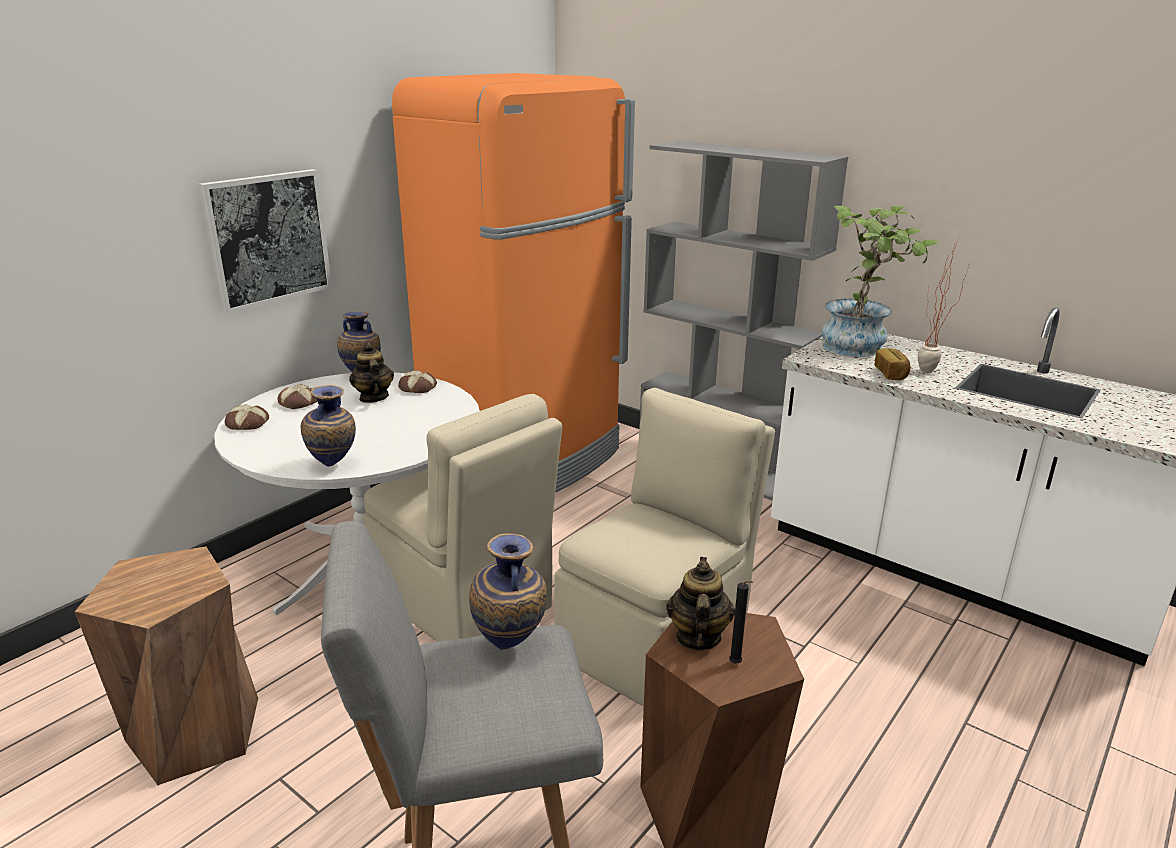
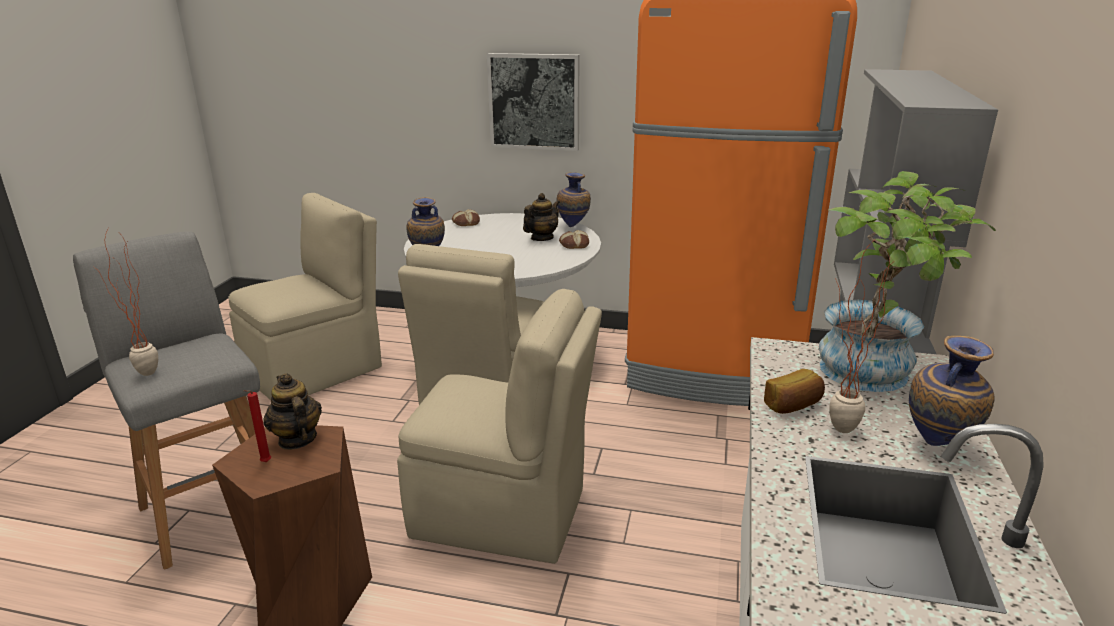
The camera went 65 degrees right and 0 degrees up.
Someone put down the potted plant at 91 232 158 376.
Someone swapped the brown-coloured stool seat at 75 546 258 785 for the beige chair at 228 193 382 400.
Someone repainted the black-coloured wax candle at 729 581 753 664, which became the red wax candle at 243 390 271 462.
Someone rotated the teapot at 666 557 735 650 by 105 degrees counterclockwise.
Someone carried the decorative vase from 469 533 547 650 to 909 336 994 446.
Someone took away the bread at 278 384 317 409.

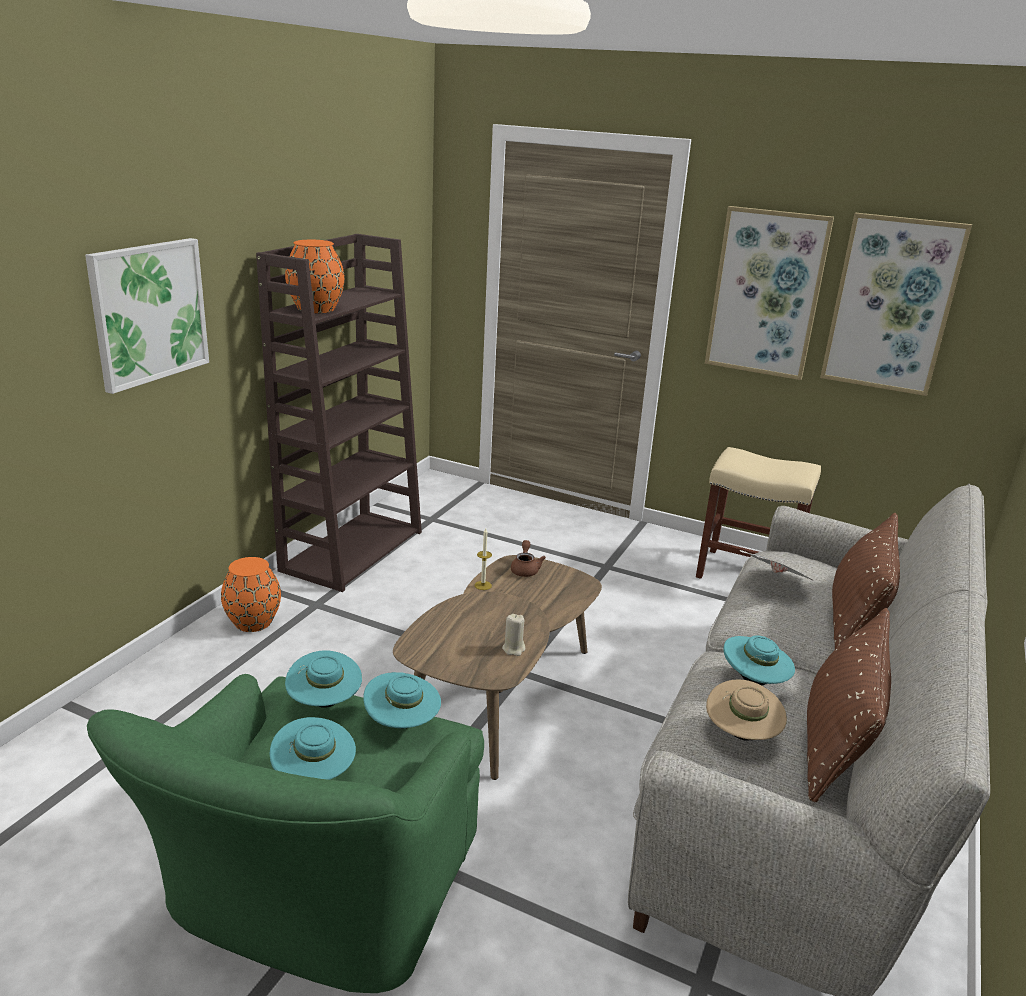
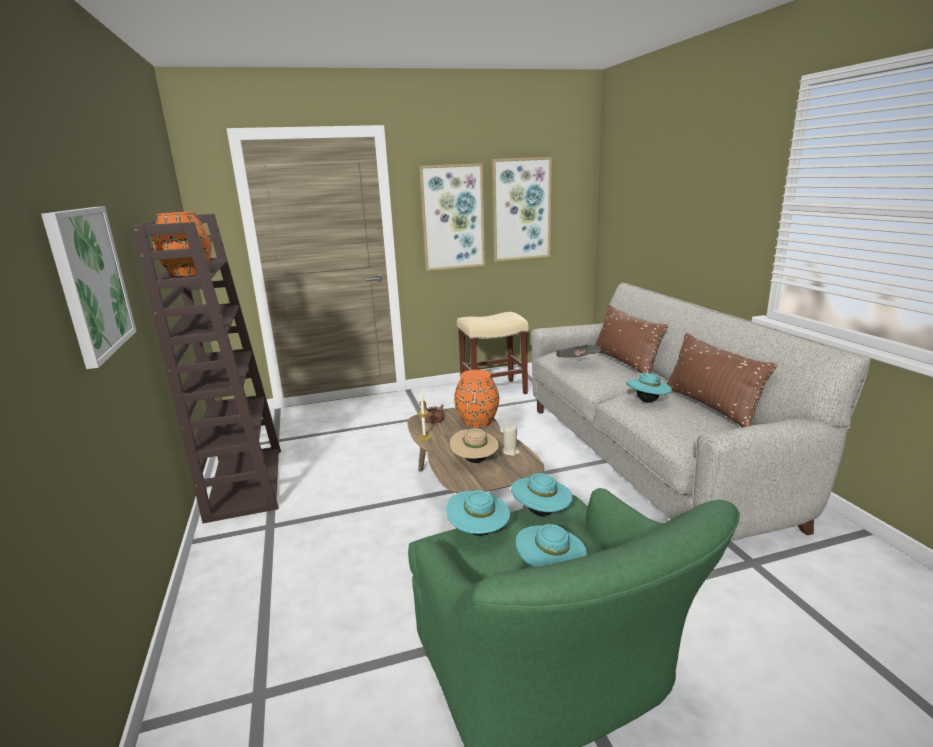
The camera went 40 degrees left and 5 degrees down.
Someone carried the beige wearable hat from 706 680 787 741 to 450 428 499 463.
Someone carried the orange-coloured decorative vase from 221 557 281 632 to 454 370 499 428.

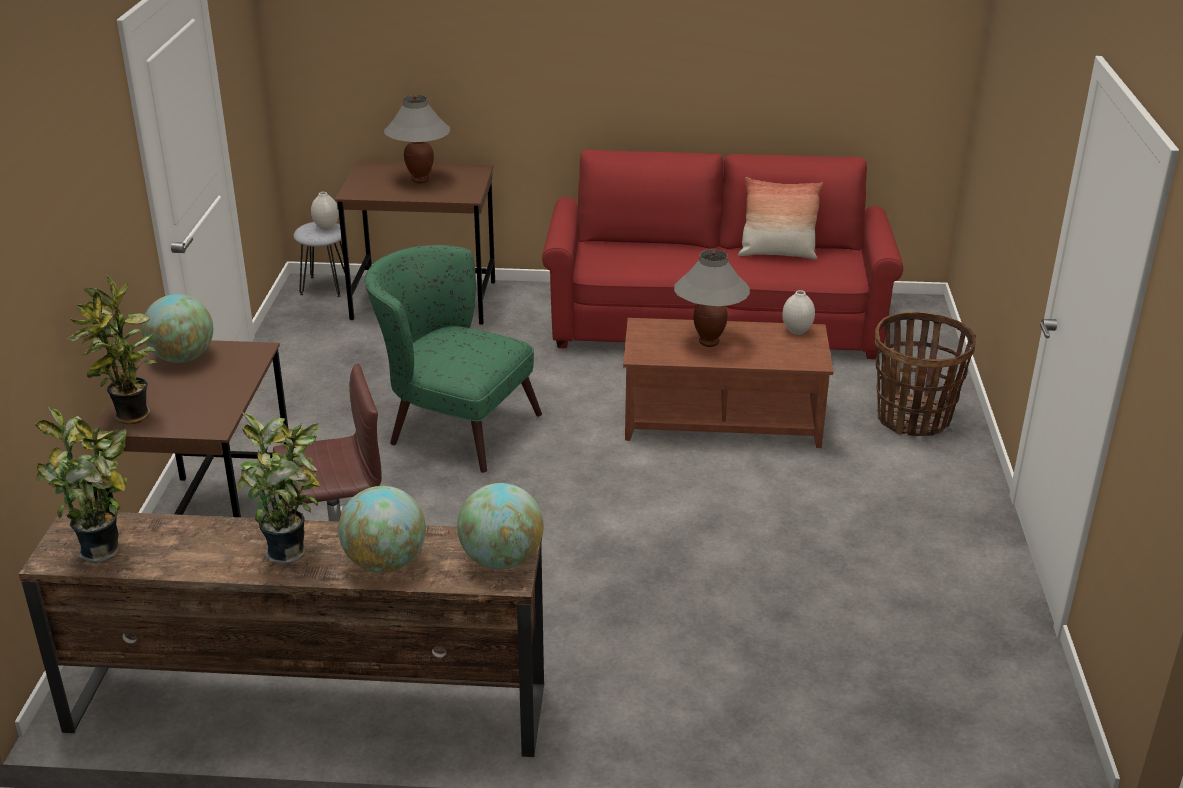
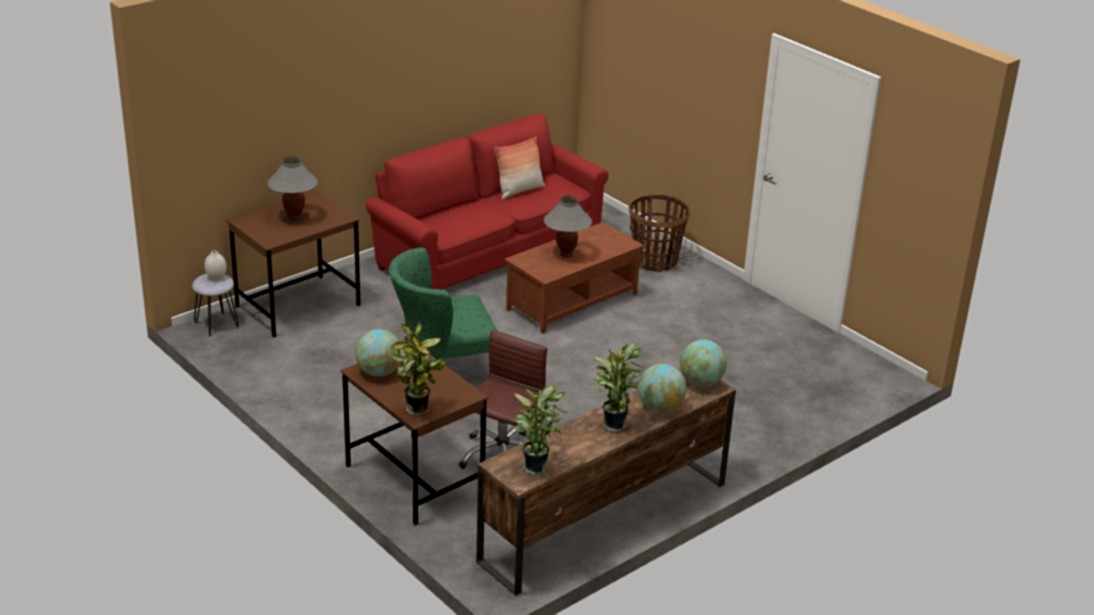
The camera went 45 degrees left and 0 degrees up.
Someone took away the white decorative vase at 782 290 815 335.

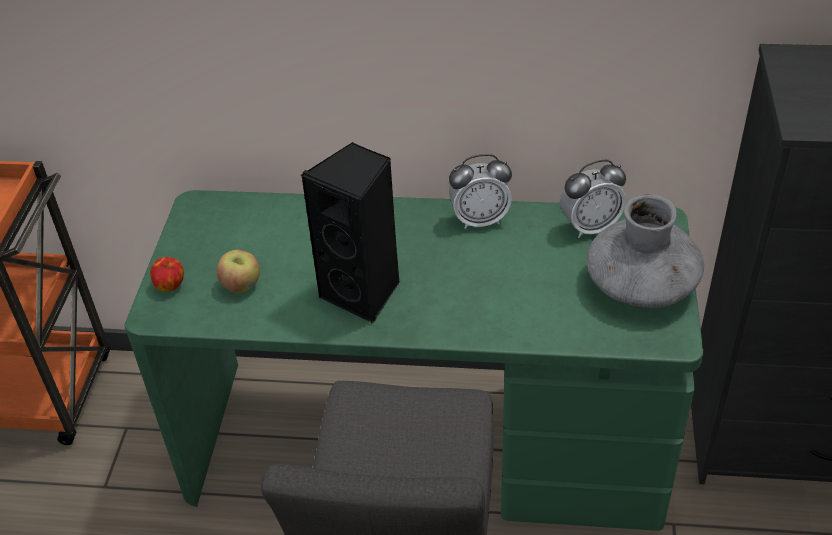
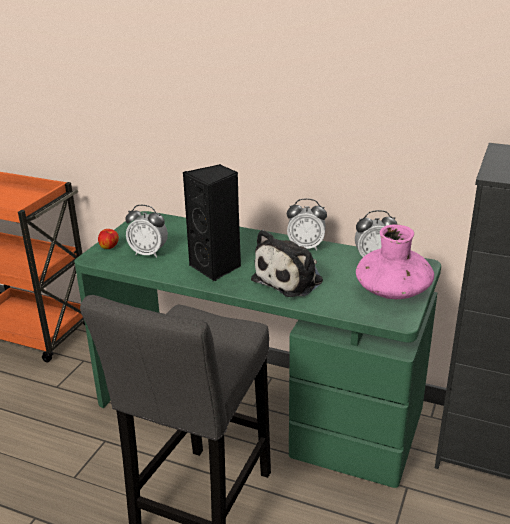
The camera went 15 degrees right and 15 degrees down.
Someone swapped the apple at 217 250 260 293 for the table clock at 125 205 168 258.
Someone put down the plush toy at 251 229 323 297.
Someone repainted the grey decorative vase at 587 194 704 308, which became the pink decorative vase at 356 224 434 299.

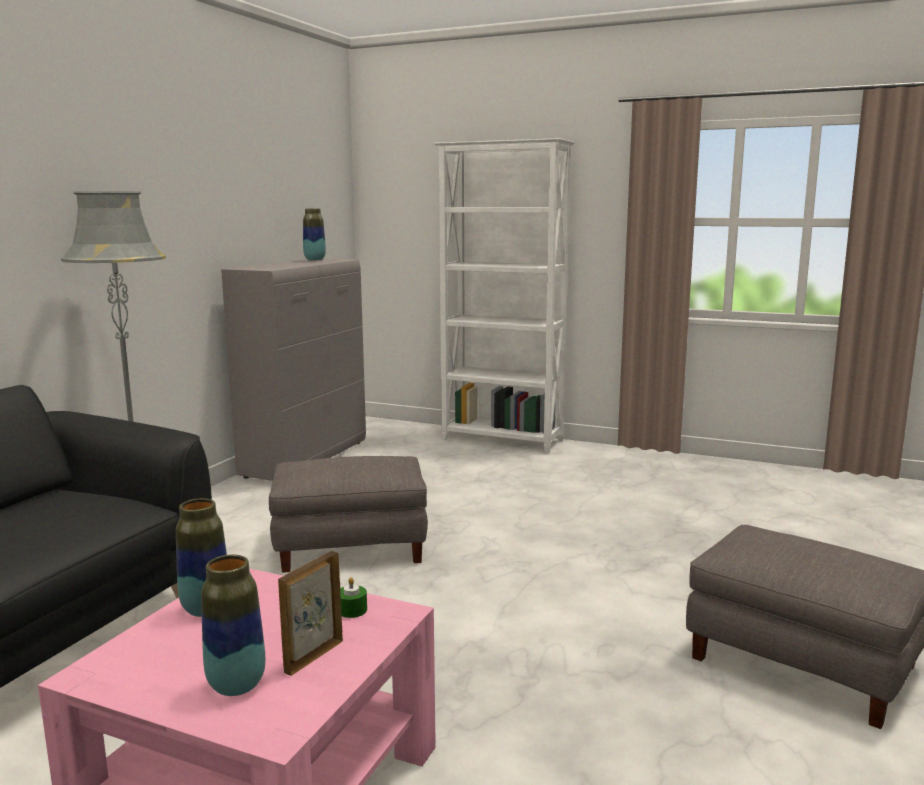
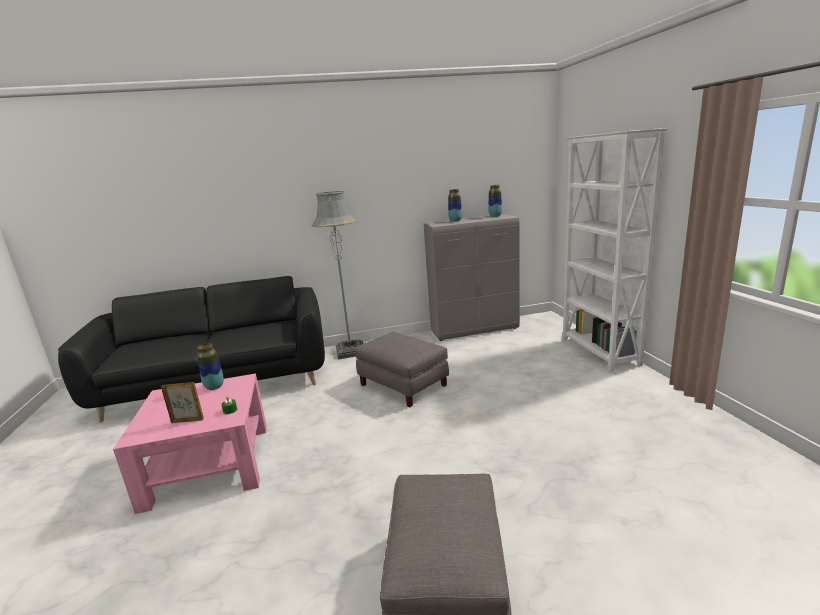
The camera went 55 degrees right and 5 degrees up.
Someone carried the decorative vase from 201 555 265 696 to 448 189 462 222.

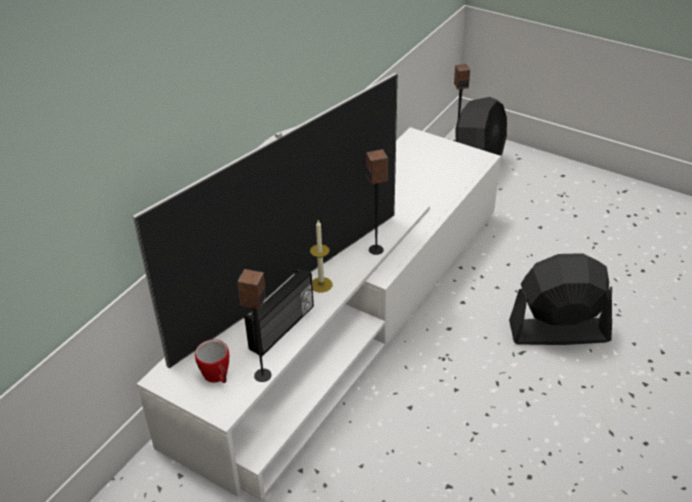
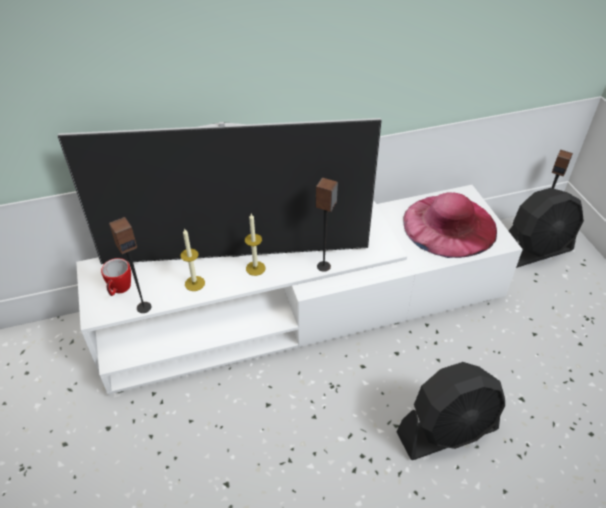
The camera went 40 degrees right and 5 degrees up.
Someone swapped the radio at 244 267 314 356 for the wax candle at 180 228 205 291.
Someone rotated the black-coloured fan at 509 253 612 345 by 120 degrees clockwise.
Someone put down the pink wearable hat at 403 192 497 258.

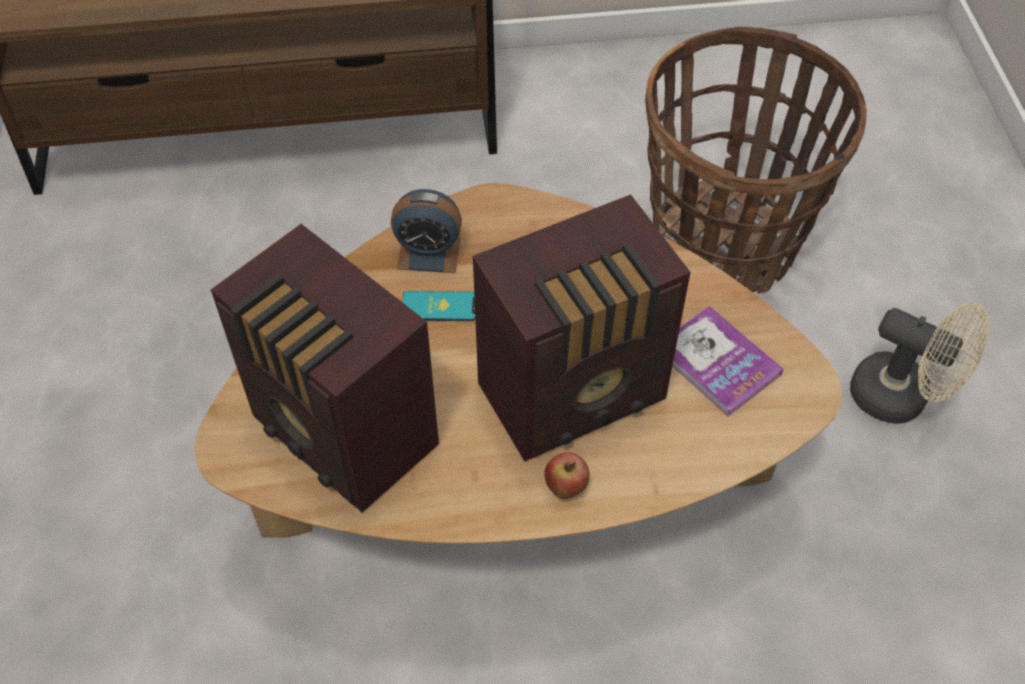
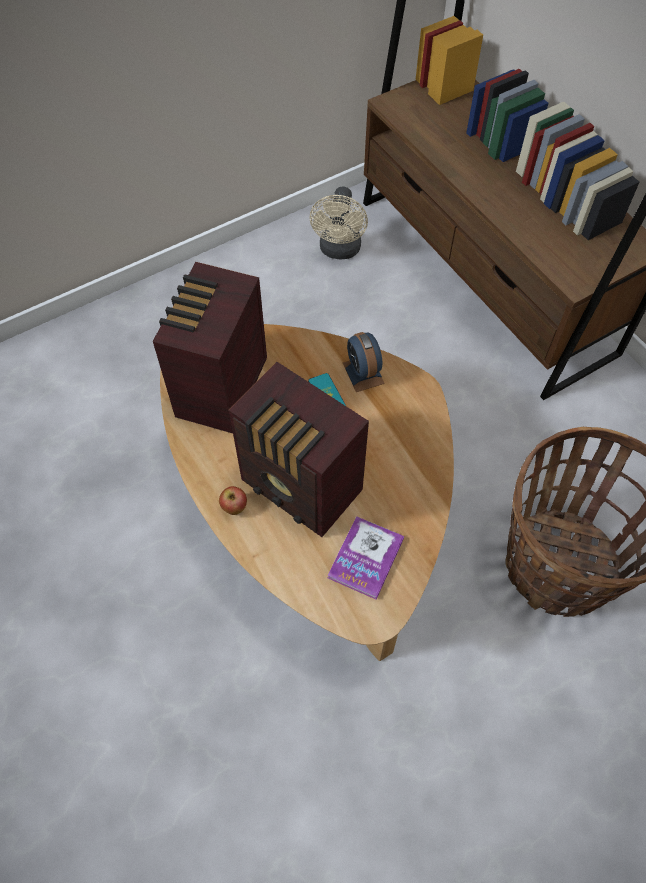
The camera went 65 degrees right and 5 degrees up.
Someone carried the beige fan from 850 302 988 424 to 310 187 368 259.

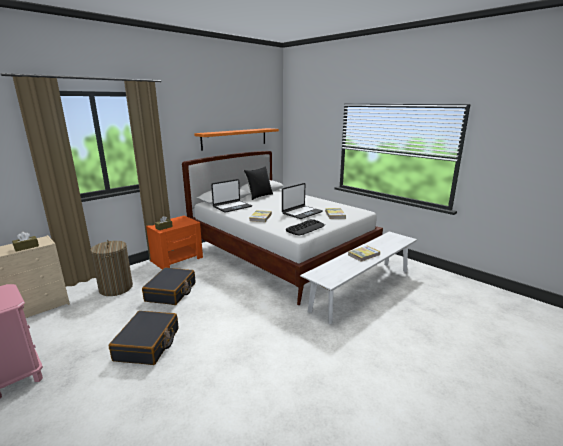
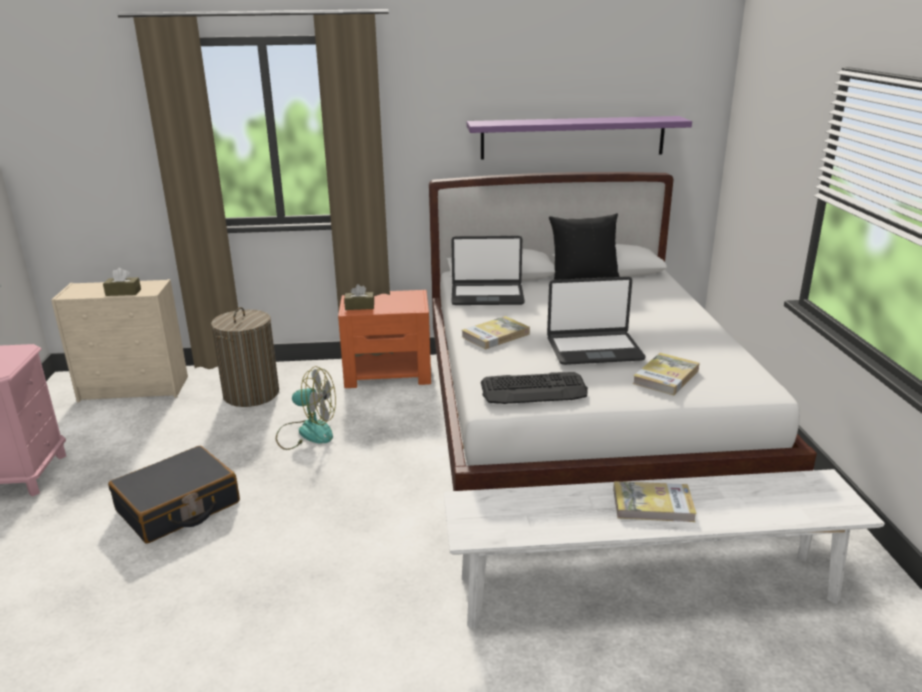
The camera went 40 degrees right and 5 degrees up.
Someone swapped the black-coloured travel case at 142 267 195 305 for the fan at 276 366 336 450.
Someone repainted the orange-coloured bracket shelf at 194 128 279 151, which became the purple-coloured bracket shelf at 467 116 692 159.

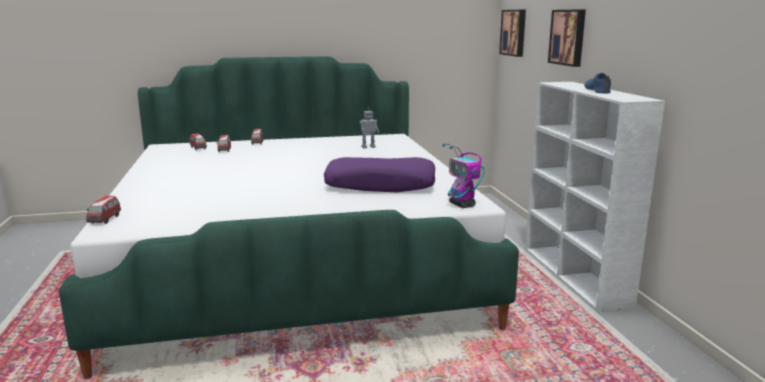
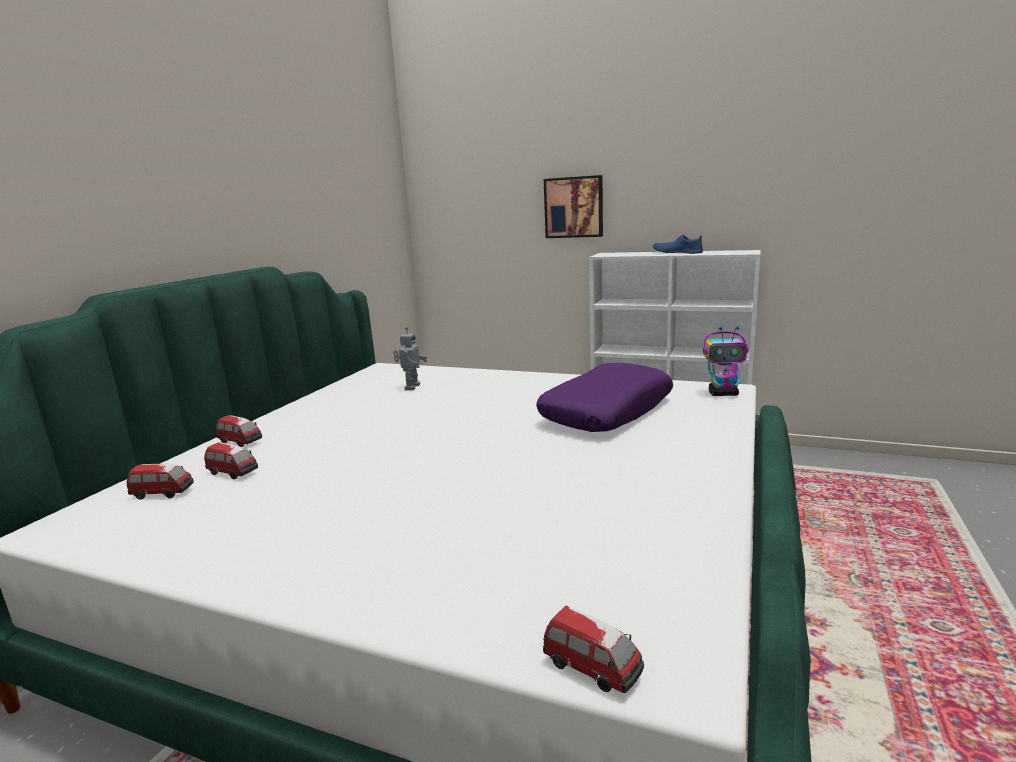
The camera went 55 degrees left and 0 degrees up.
Someone took away the wall picture at 499 10 526 57.

